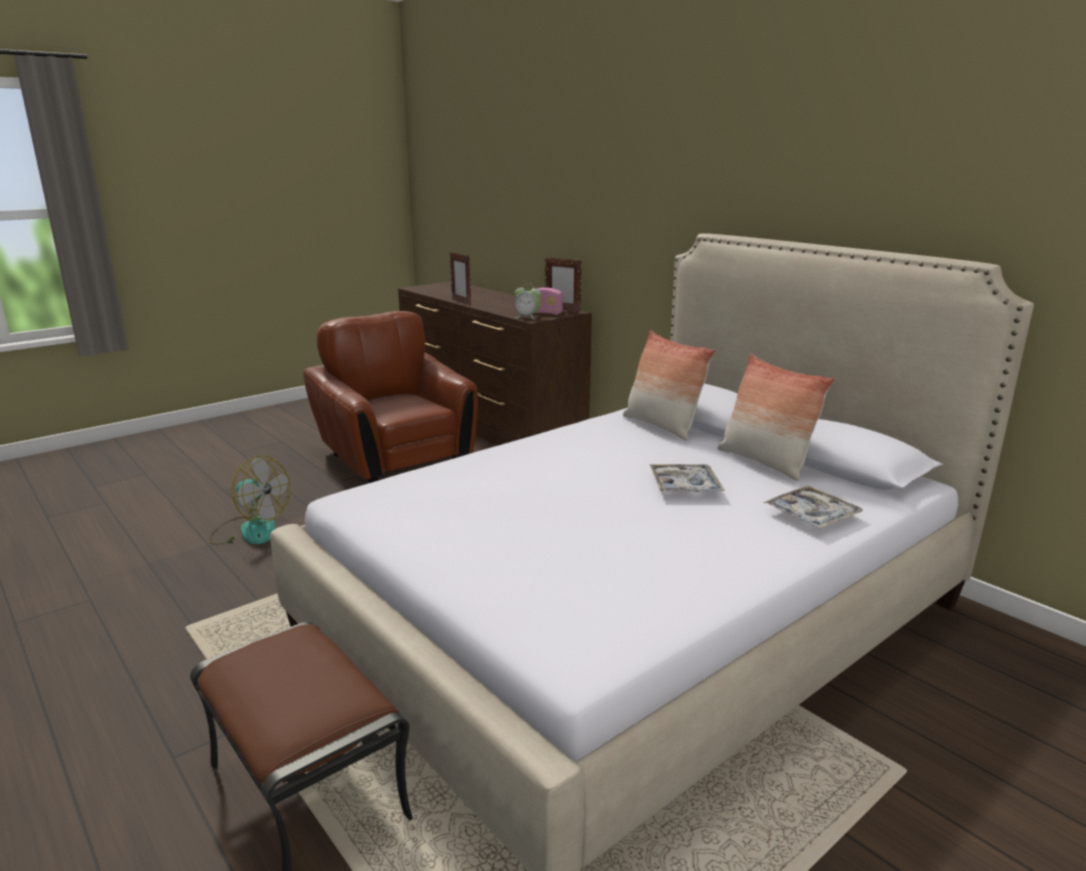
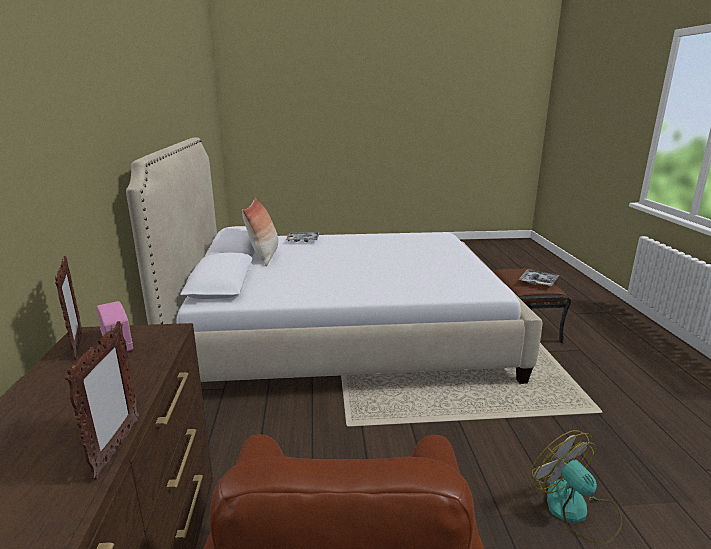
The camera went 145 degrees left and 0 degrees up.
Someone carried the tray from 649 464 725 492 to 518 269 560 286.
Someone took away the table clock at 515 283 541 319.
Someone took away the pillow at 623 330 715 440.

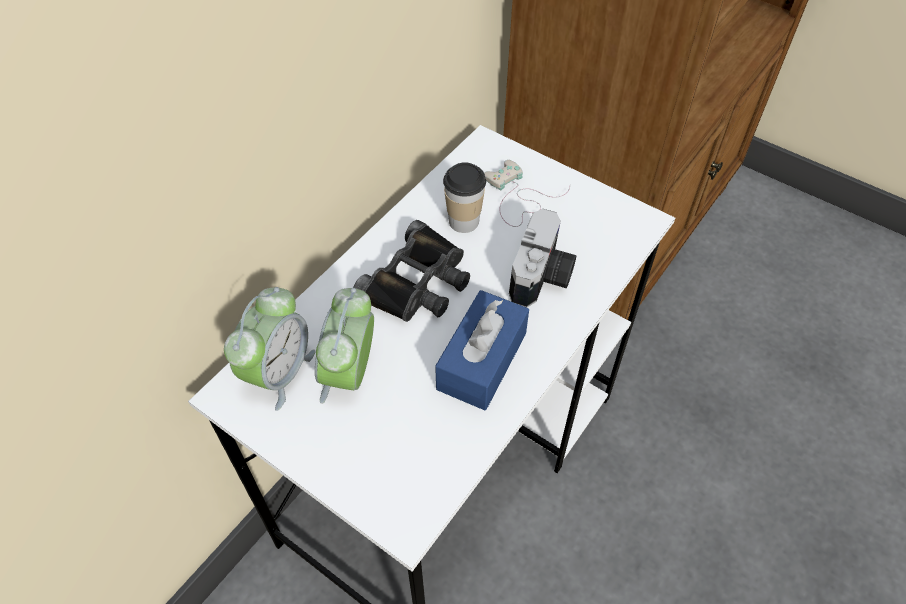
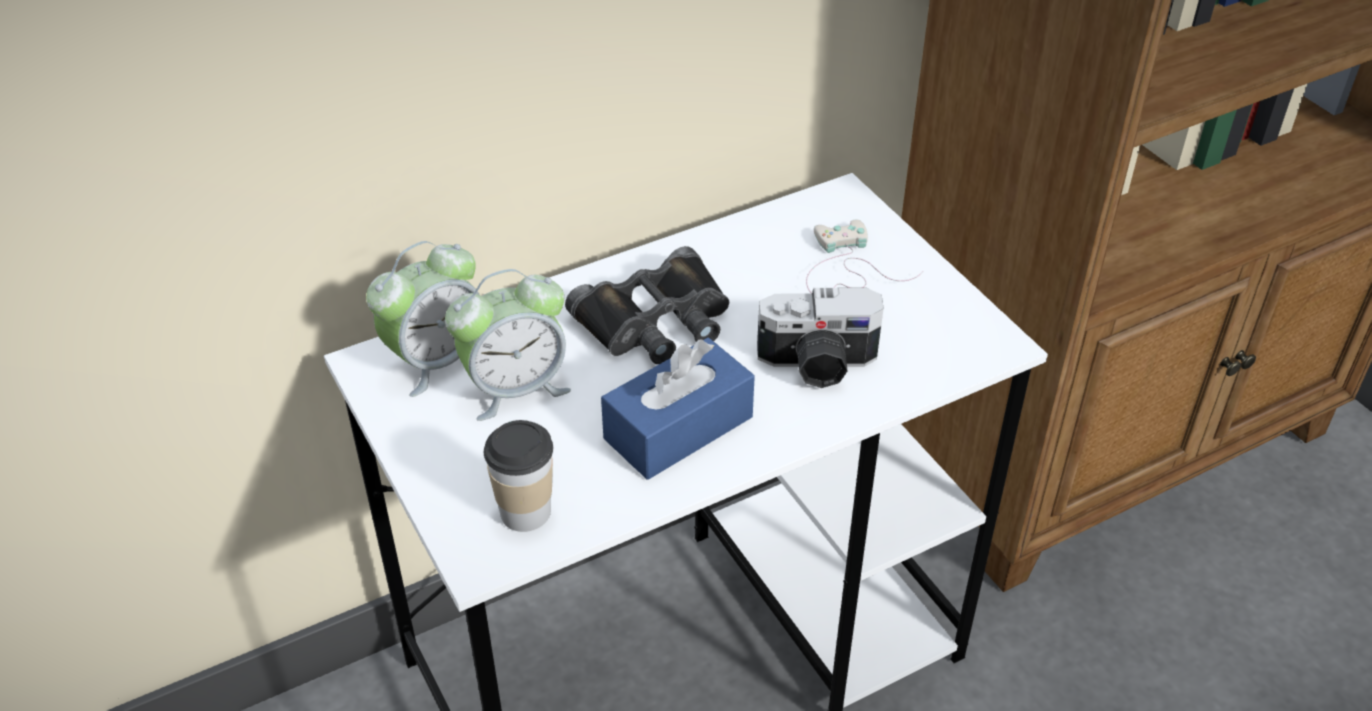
The camera went 25 degrees right and 10 degrees down.
Someone rotated the table clock at 315 288 374 404 by 150 degrees counterclockwise.
Someone carried the small cup from 443 162 486 233 to 484 420 553 532.
Someone rotated the still camera at 509 208 576 308 by 45 degrees clockwise.

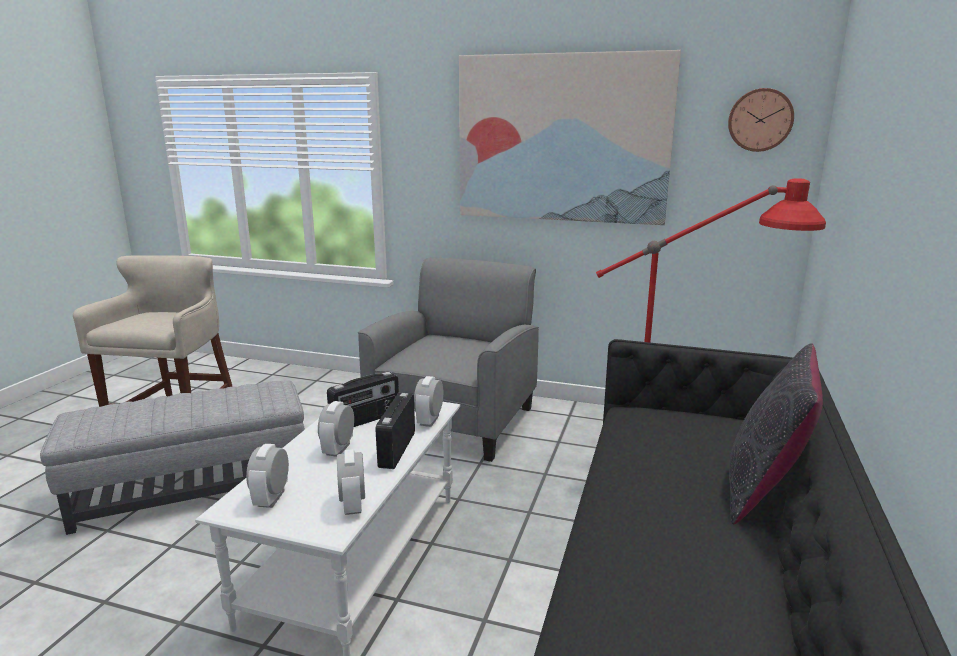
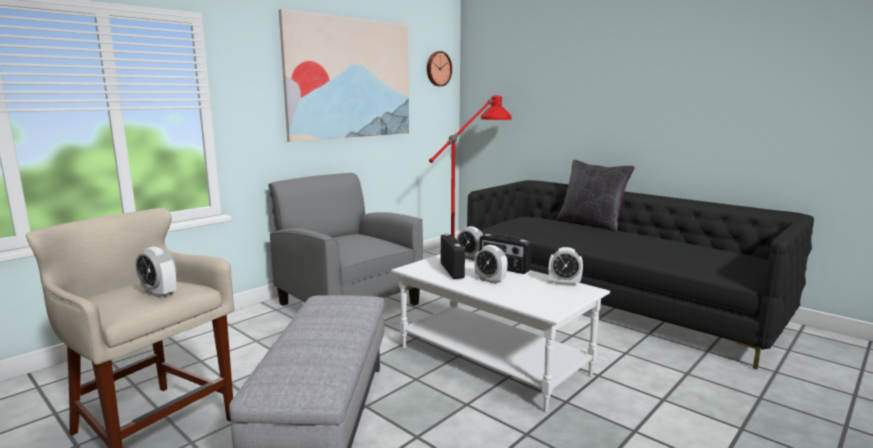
The camera went 65 degrees left and 5 degrees down.
Someone carried the table clock from 246 444 289 508 to 136 247 177 298.

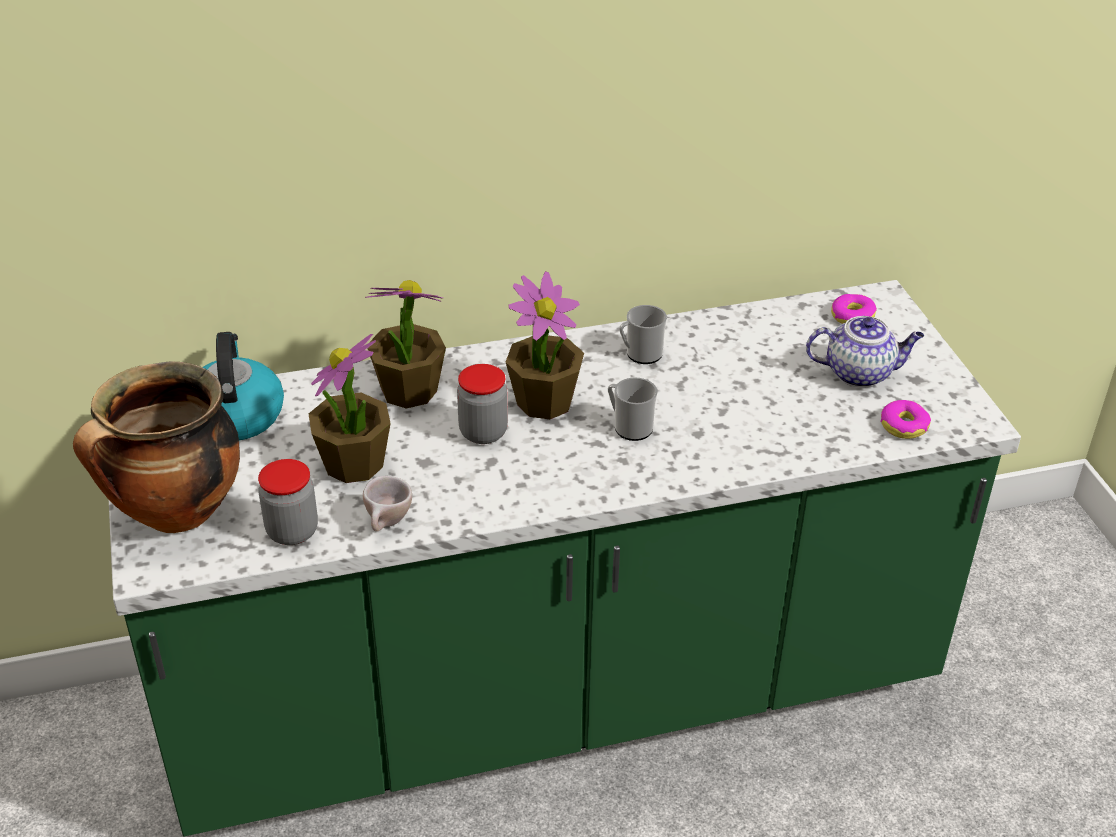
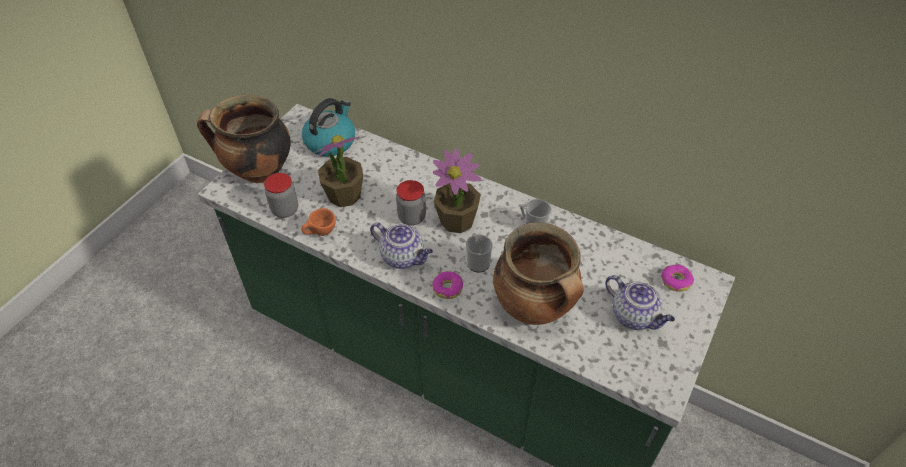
The camera went 45 degrees right and 10 degrees up.
Someone repainted the beige small cup at 363 476 412 532, which became the orange-coloured small cup at 301 208 336 236.
Someone put down the teapot at 370 222 433 269.
Someone carried the ring doughnut from 881 400 931 439 to 432 271 463 299.
Someone put down the saucepot at 493 222 583 325.
Someone took away the potted plant at 365 280 446 408.

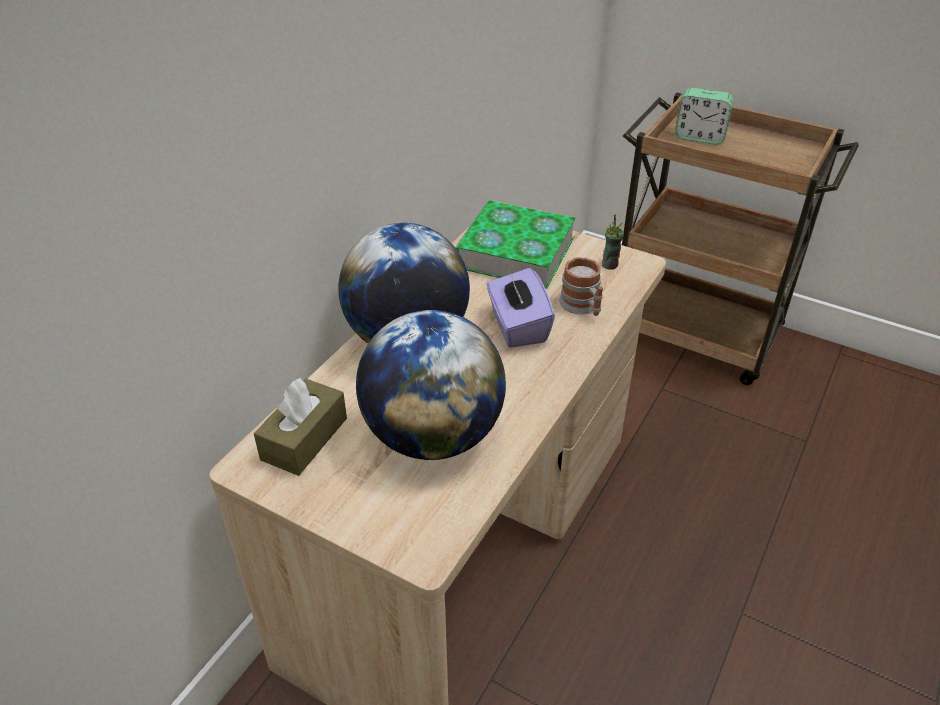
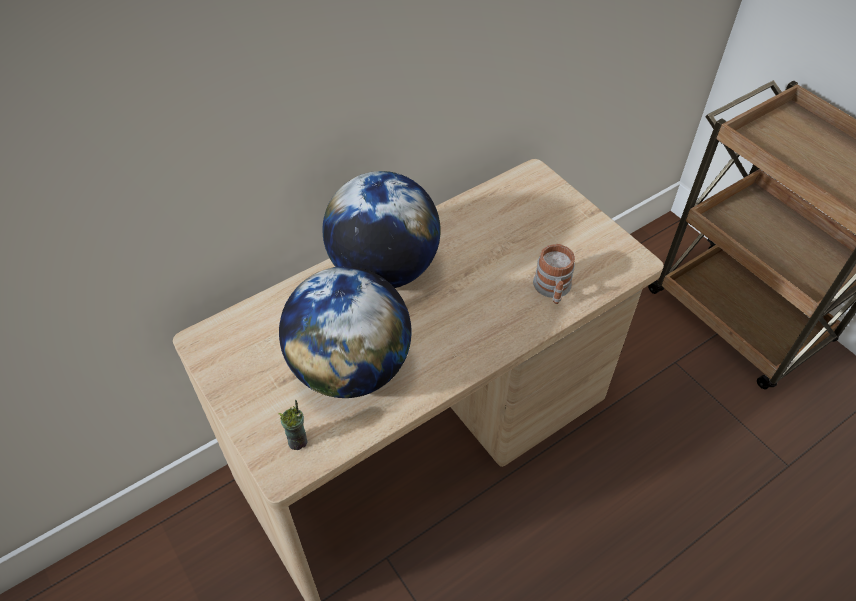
The camera went 25 degrees right and 10 degrees up.
Someone carried the small cup from 602 215 624 270 to 278 400 308 450.
Someone took away the brown-coloured tissue holder at 254 378 347 476.
Someone took away the bound book at 455 200 576 289.
Someone took away the purple-coloured tissue holder at 487 268 555 348.
Someone took away the table clock at 675 88 734 144.

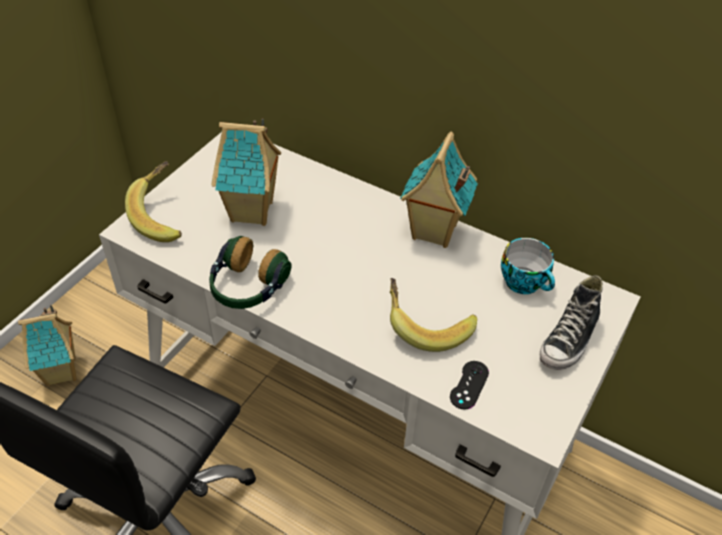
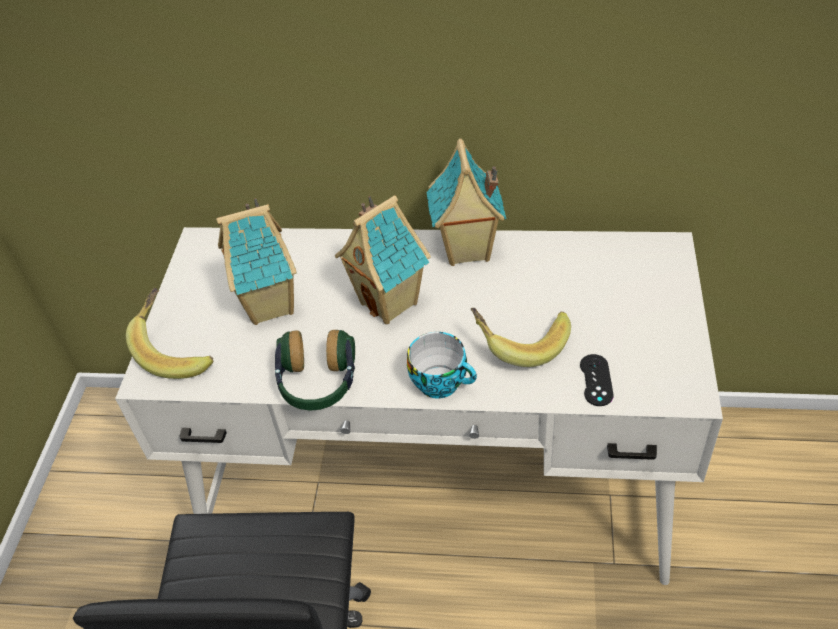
The camera went 20 degrees left and 0 degrees up.
Someone carried the model house from 18 305 77 386 to 335 195 431 324.
Someone carried the small cup from 501 238 555 294 to 407 332 477 399.
Someone took away the item of footwear at 540 275 603 370.

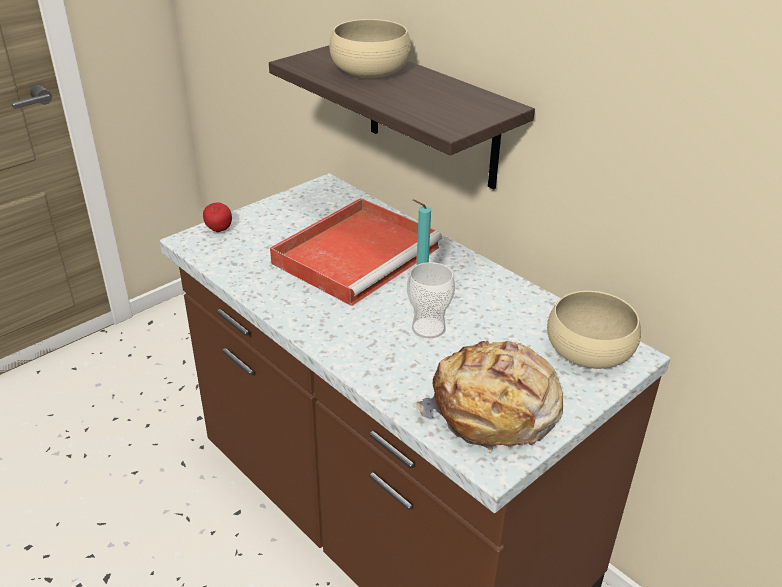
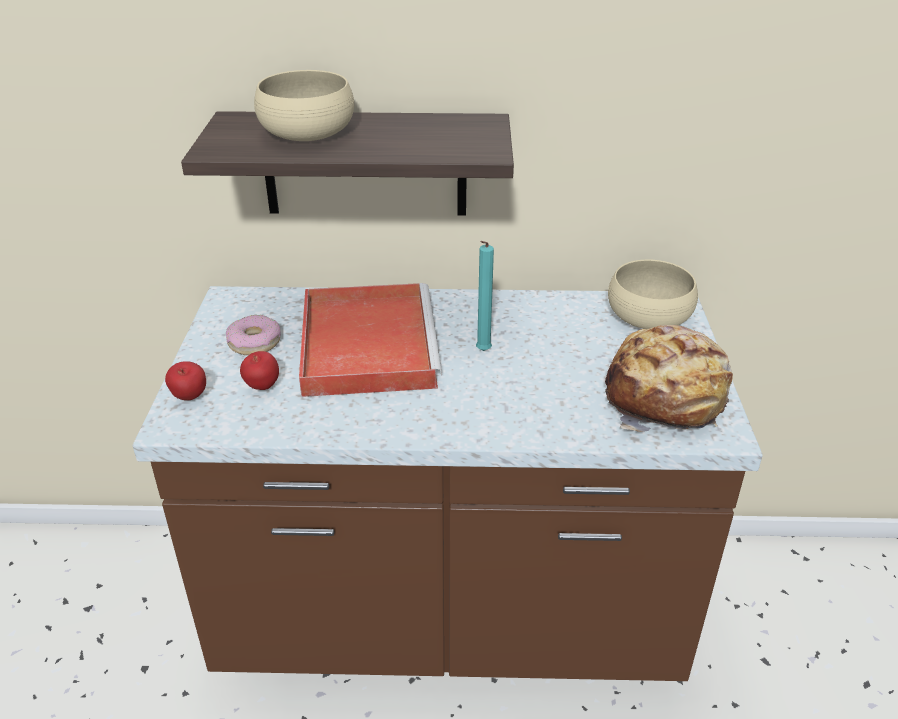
The camera went 45 degrees left and 0 degrees up.
Someone put down the ring doughnut at 226 315 281 355.
Someone put down the apple at 240 351 279 390.
Someone took away the small cup at 407 262 455 339.

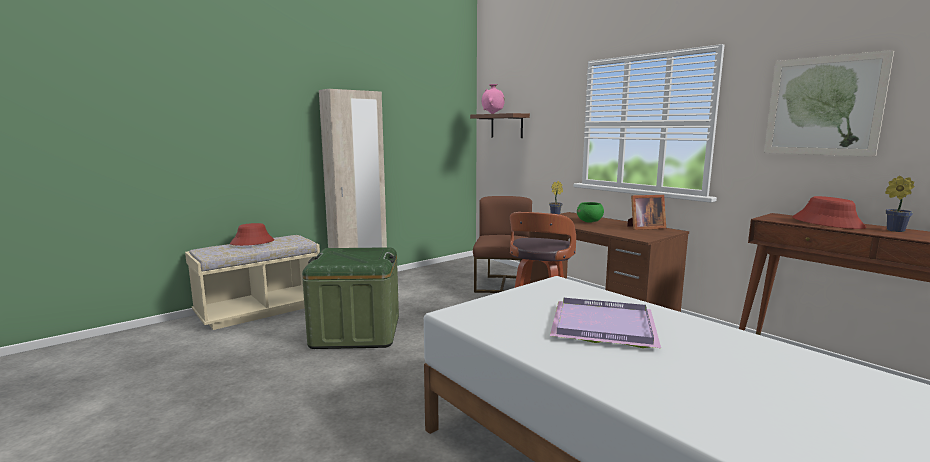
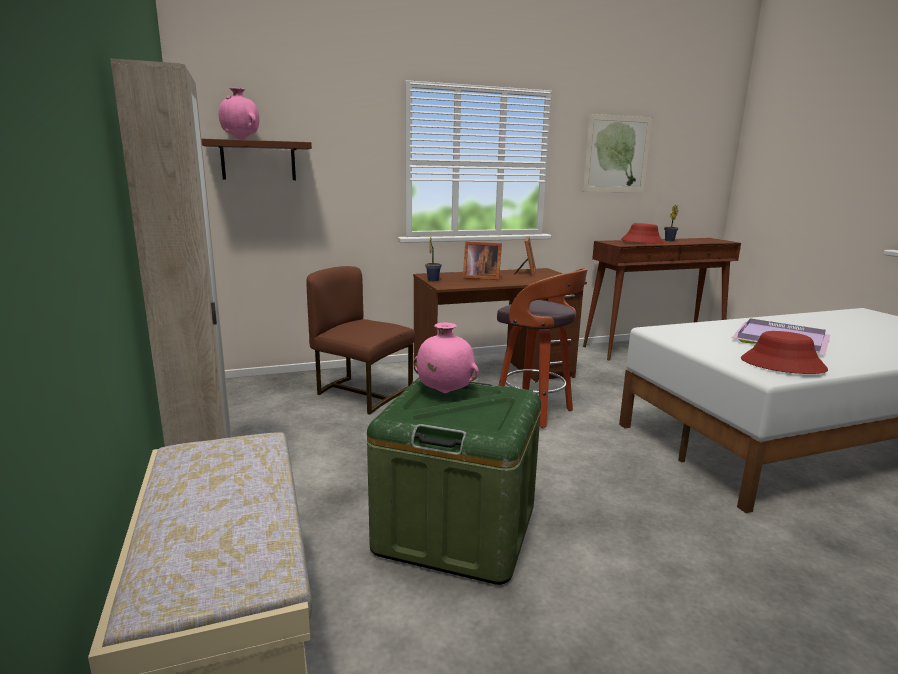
The camera went 70 degrees left and 5 degrees up.
Someone put down the pink decorative vase at 413 323 479 393.
Someone swapped the green-coloured deep dish at 577 202 604 223 for the picture frame at 463 241 502 280.
Someone carried the red wearable hat from 230 223 274 246 to 741 331 828 374.

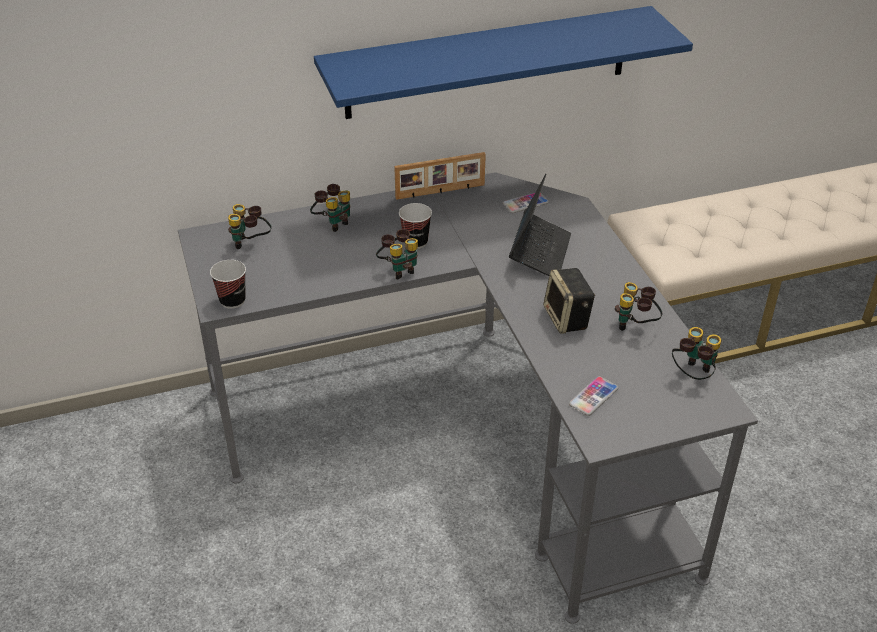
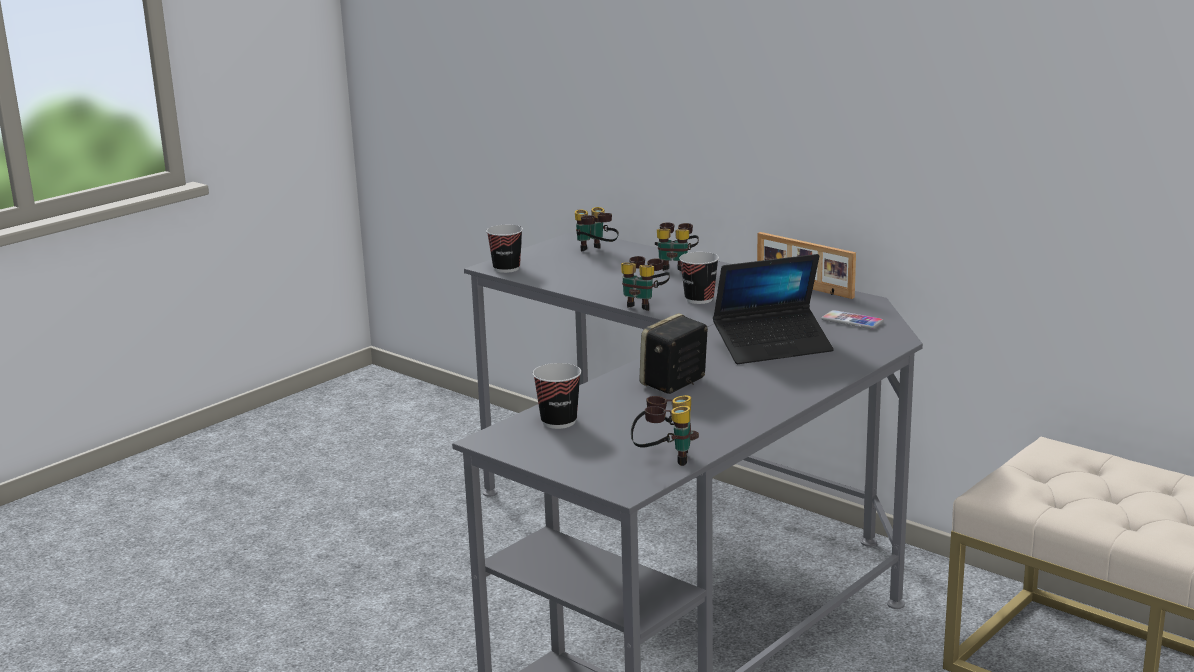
The camera went 60 degrees right and 20 degrees down.
Someone swapped the phone at 569 376 618 416 for the small cup at 532 363 581 429.
Someone took away the blue bracket shelf at 314 6 693 119.
Someone took away the pair of binoculars at 615 282 662 331.

